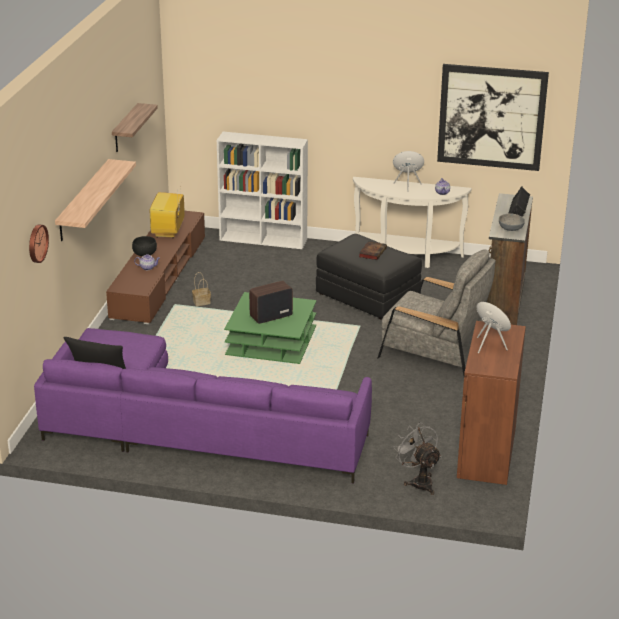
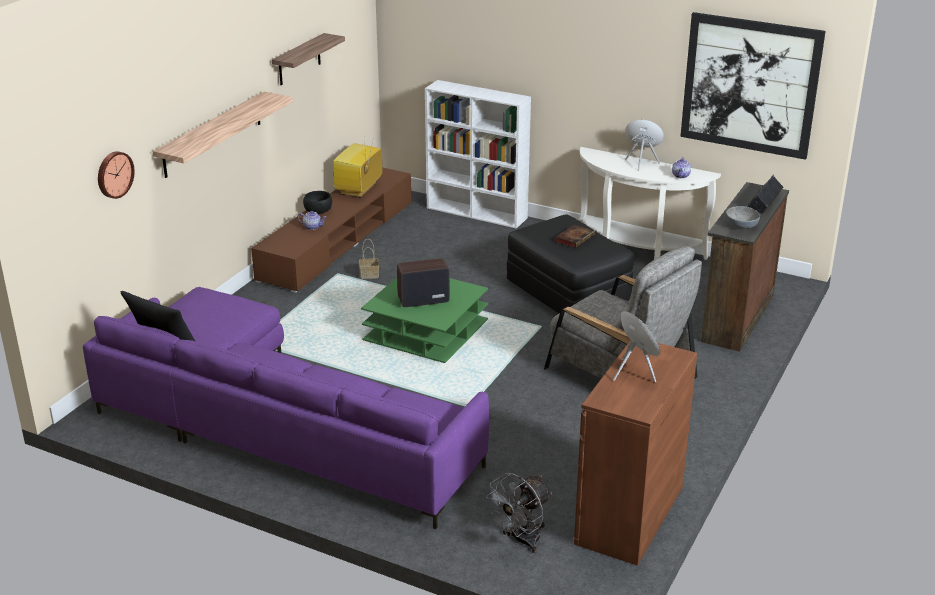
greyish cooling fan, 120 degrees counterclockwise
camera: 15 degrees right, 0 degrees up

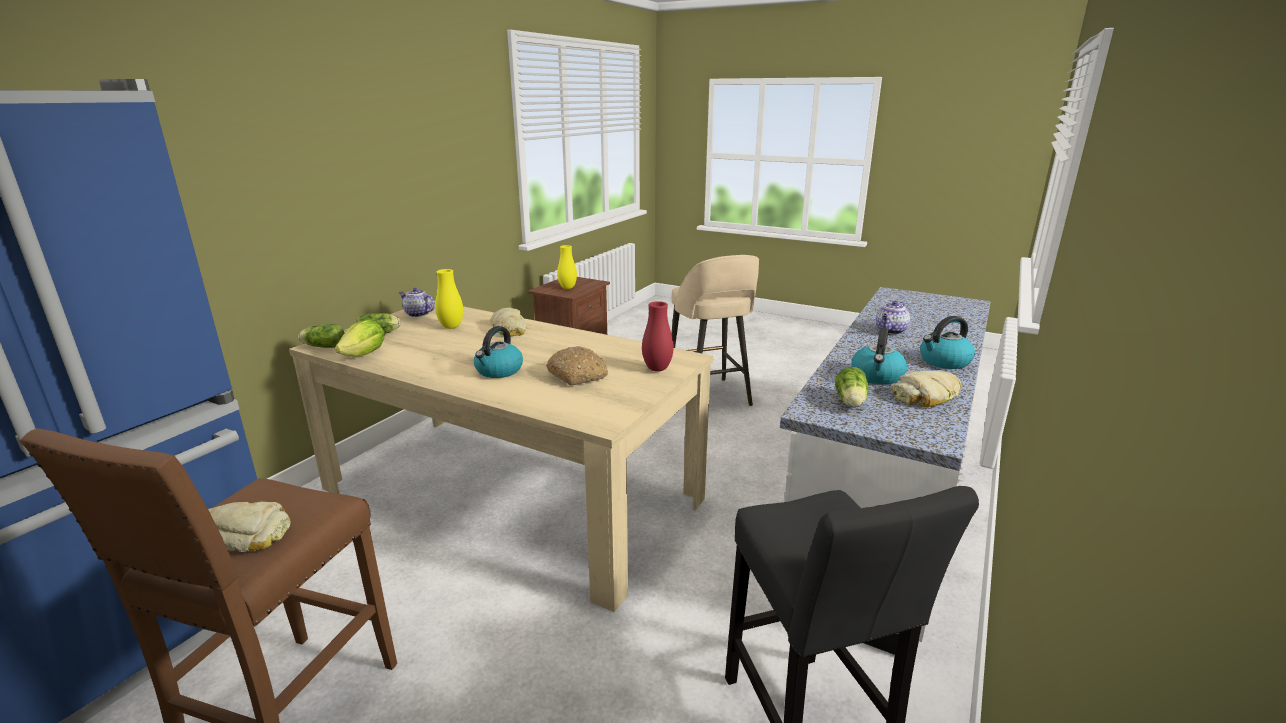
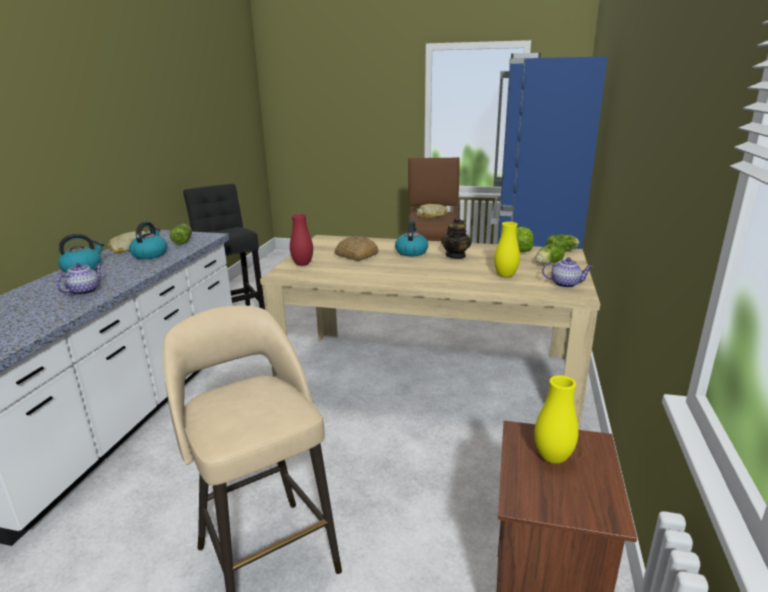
bread (2nd from left) => nothing
nothing => teapot (2nd from left)
camera: 165 degrees right, 0 degrees up

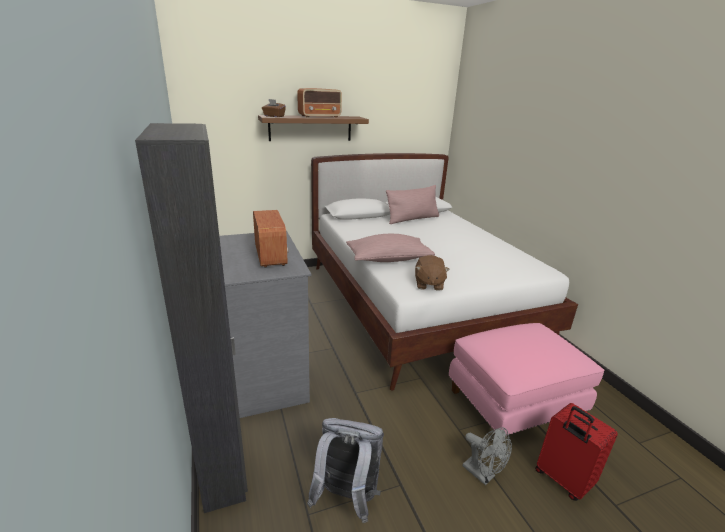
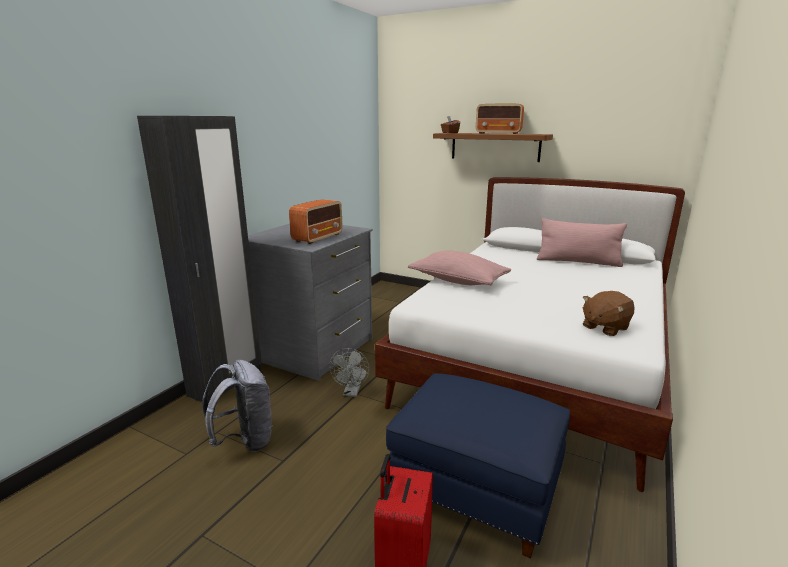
brown plush toy, moved
pink-coloured pouffe => blue pouffe
greyish cooling fan, moved
camera: 50 degrees right, 5 degrees down

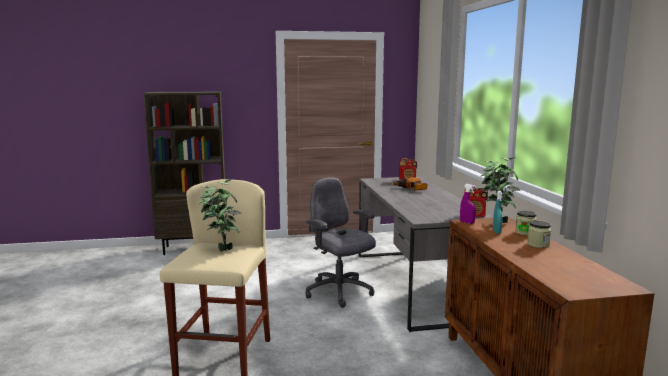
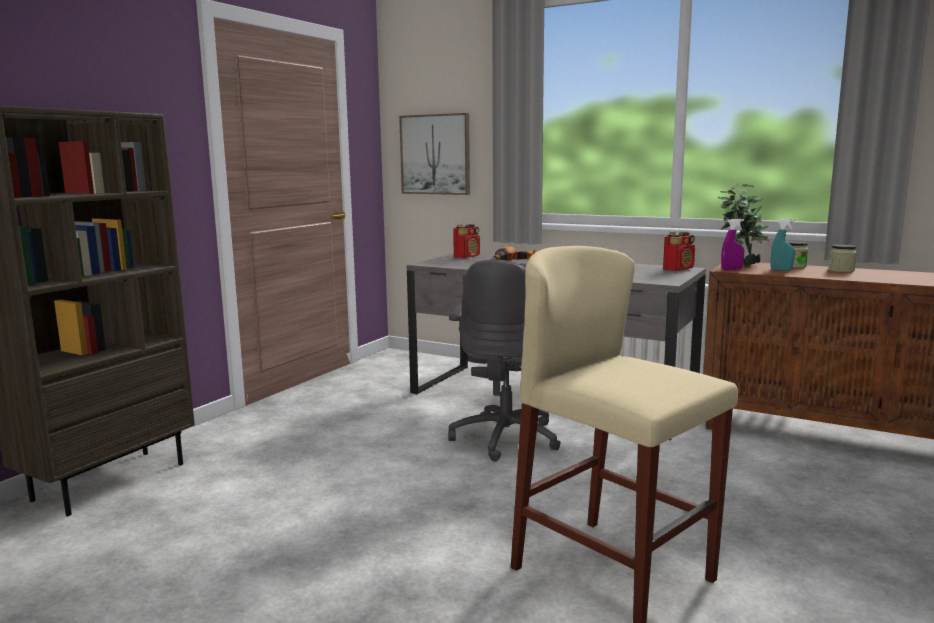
greyish desk chair, 75 degrees counterclockwise
plant in a pot (1st from left) => nothing
nothing => picture
camera: 50 degrees left, 0 degrees up

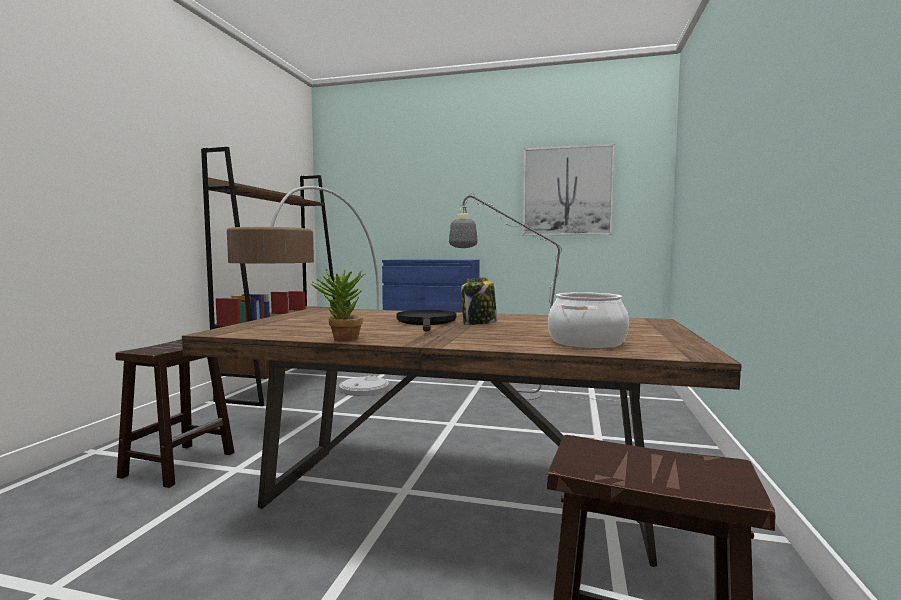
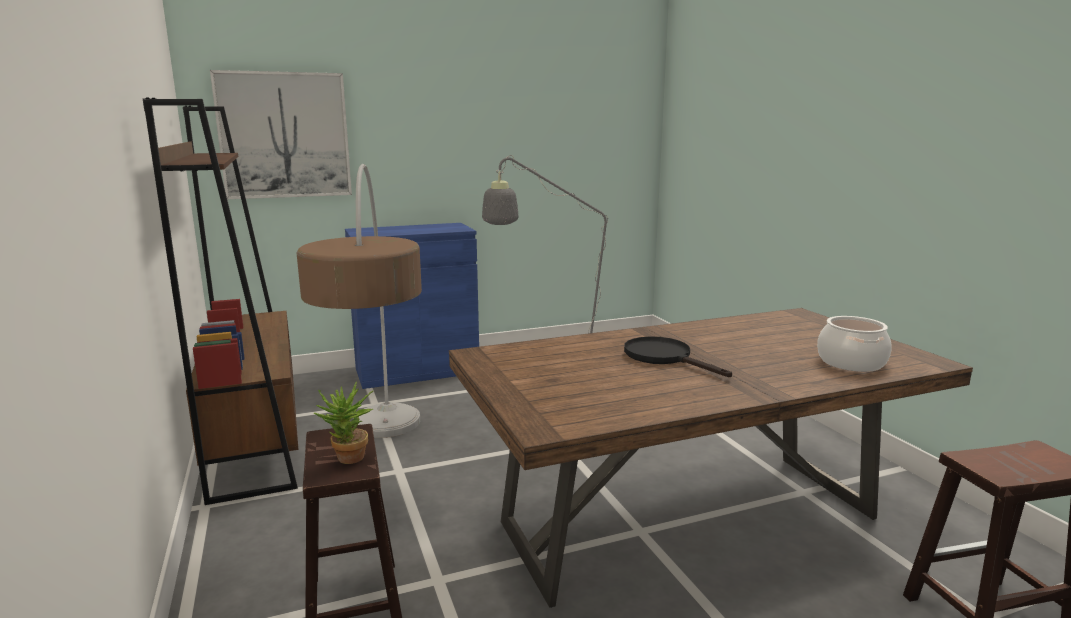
picture, moved
plant in a pot, moved
jar => nothing
camera: 35 degrees left, 10 degrees up

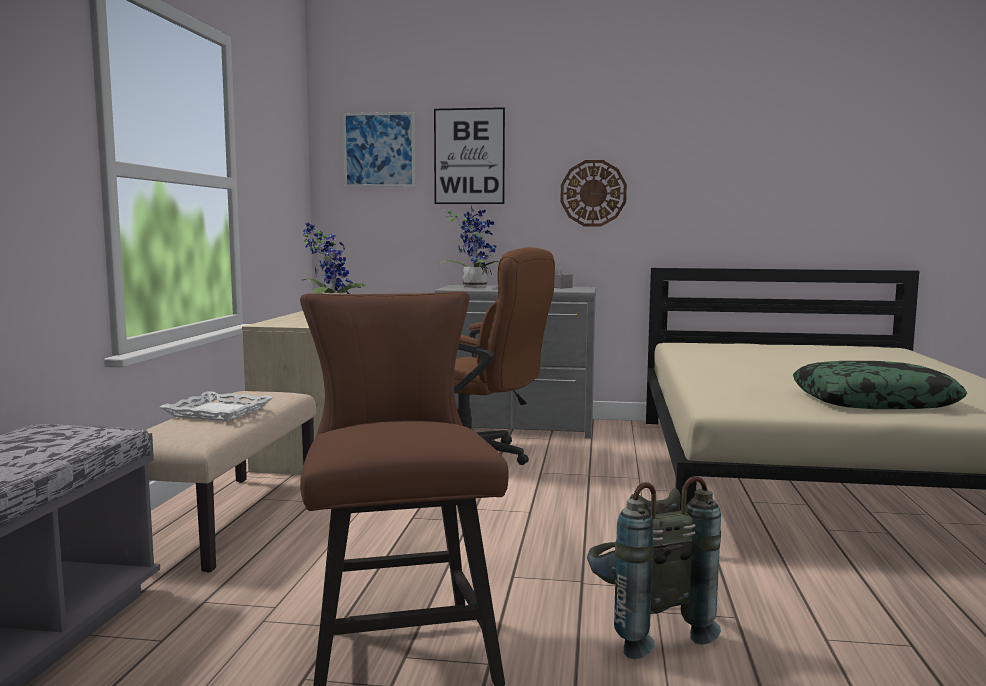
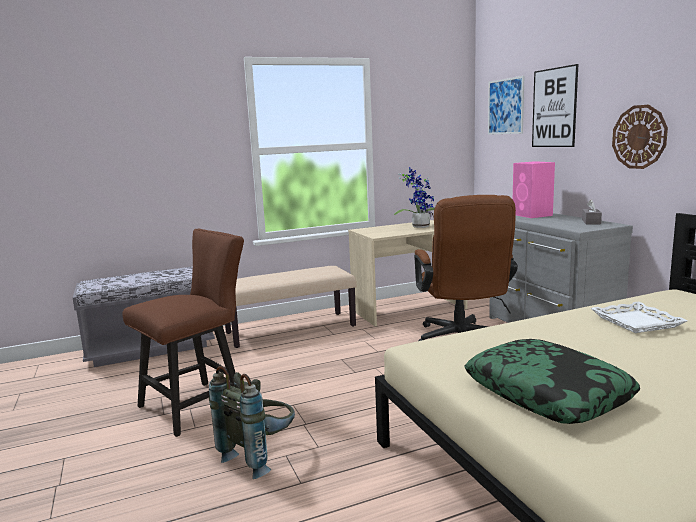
plant in a pot (2nd from left) => pink-coloured speaker
white carrying tray, moved
camera: 60 degrees right, 5 degrees up

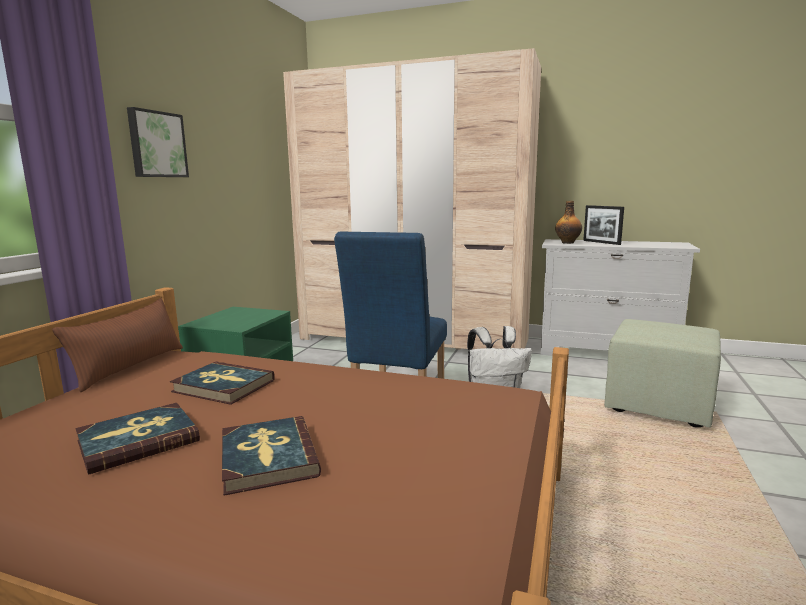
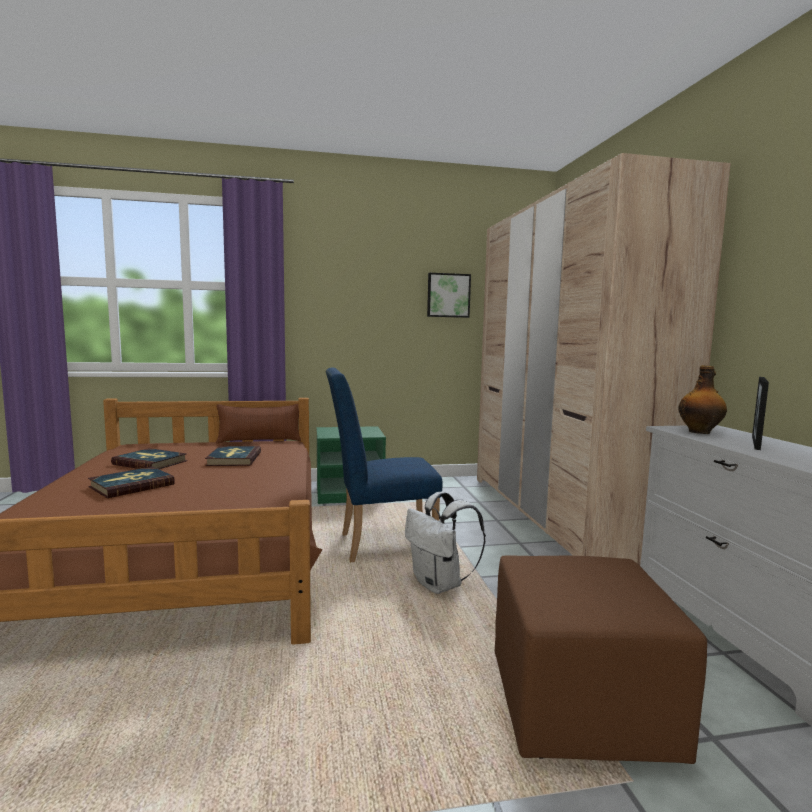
picture, moved
green pouffe => brown pouffe
camera: 60 degrees right, 5 degrees down

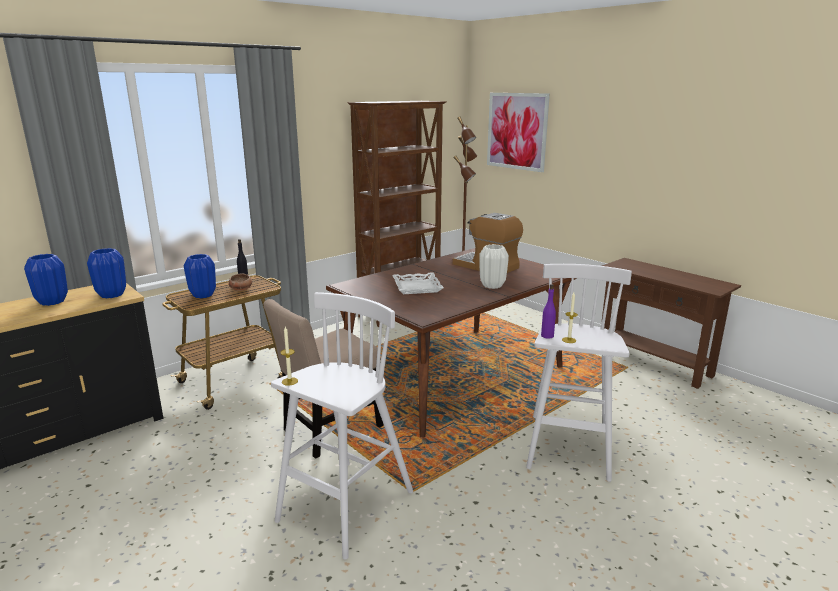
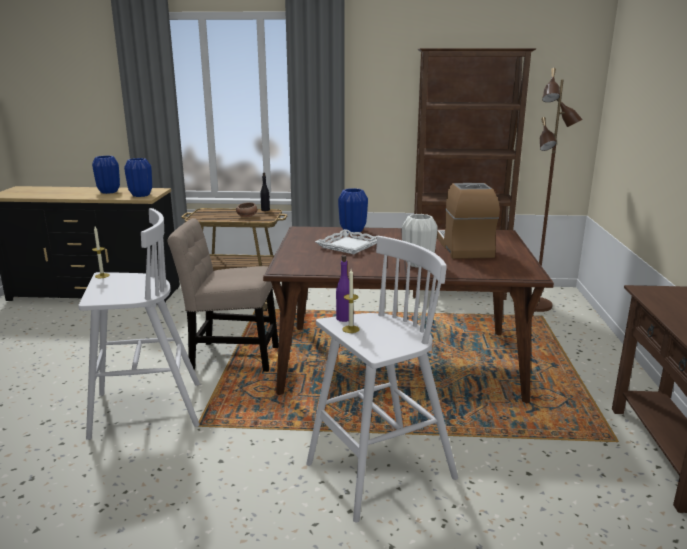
picture => nothing
blue flower vase (3rd from left), moved
camera: 45 degrees right, 0 degrees up

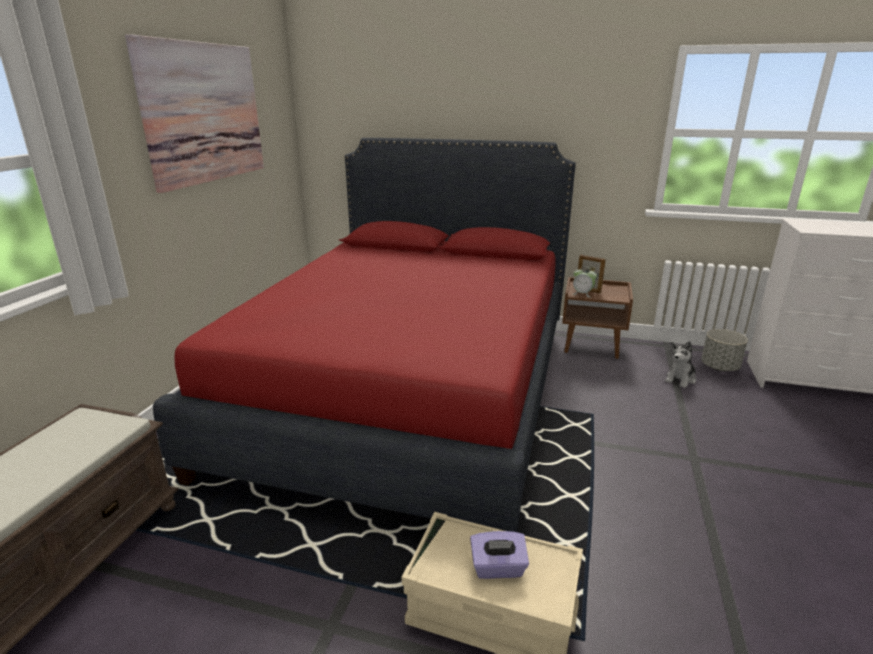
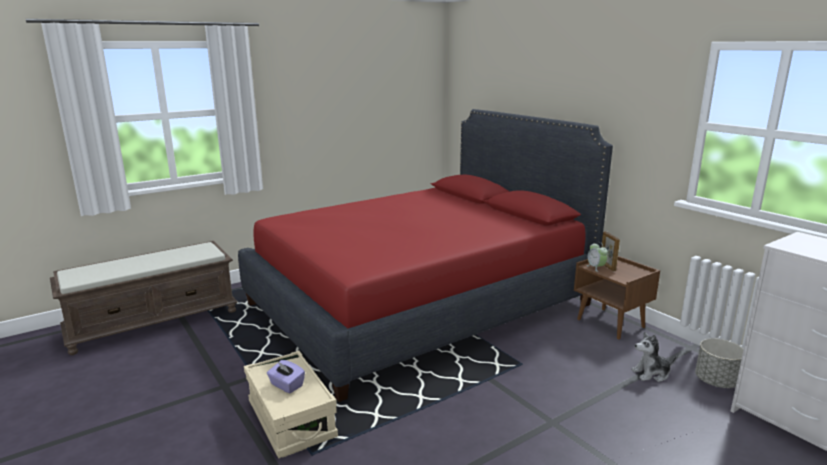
picture => nothing
camera: 40 degrees right, 5 degrees down

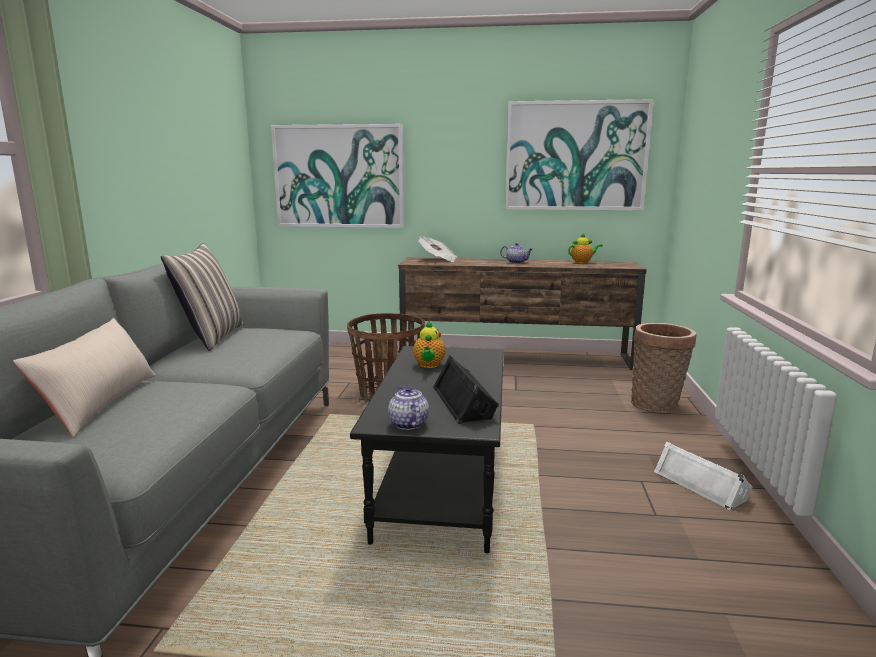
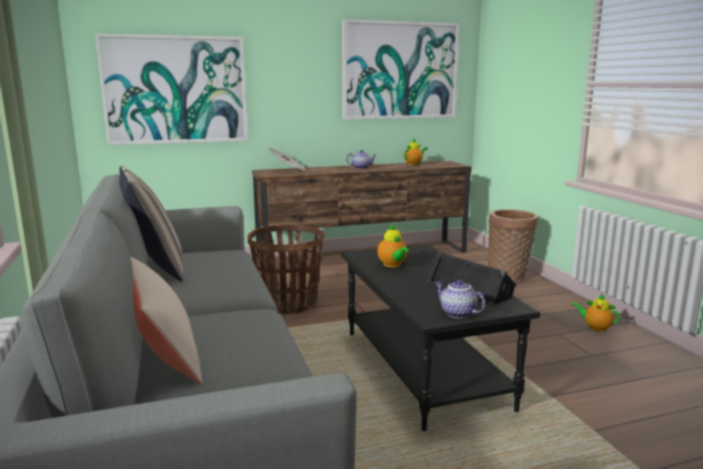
white speaker => teapot (5th from left)
camera: 25 degrees left, 0 degrees up

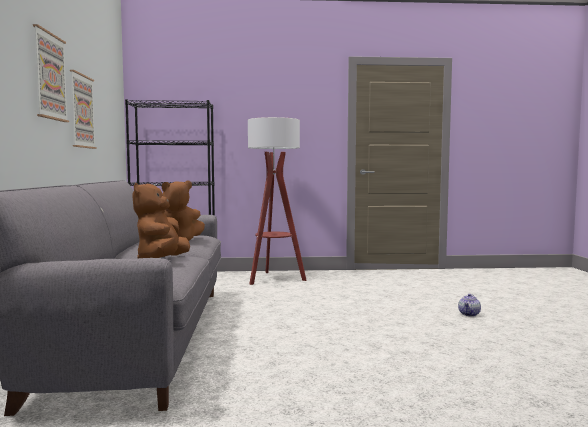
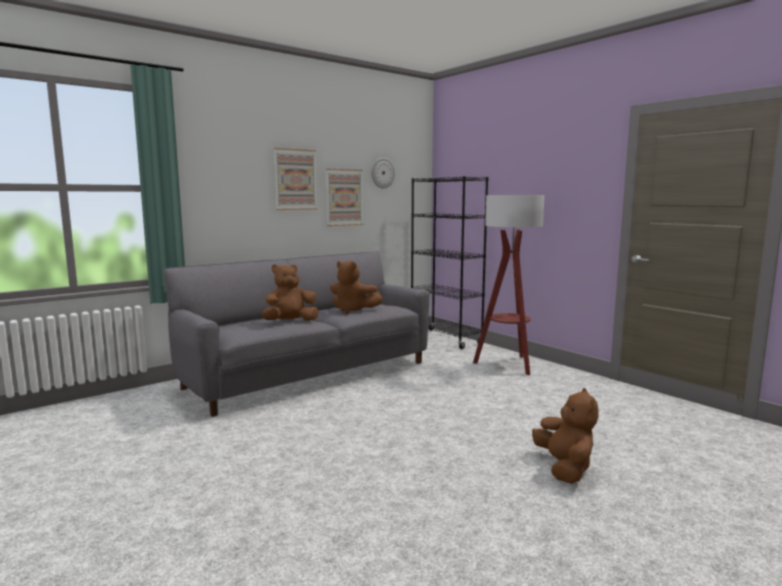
teapot => brown plush toy (3rd from left)
nothing => clock on the wall
camera: 55 degrees right, 5 degrees up

